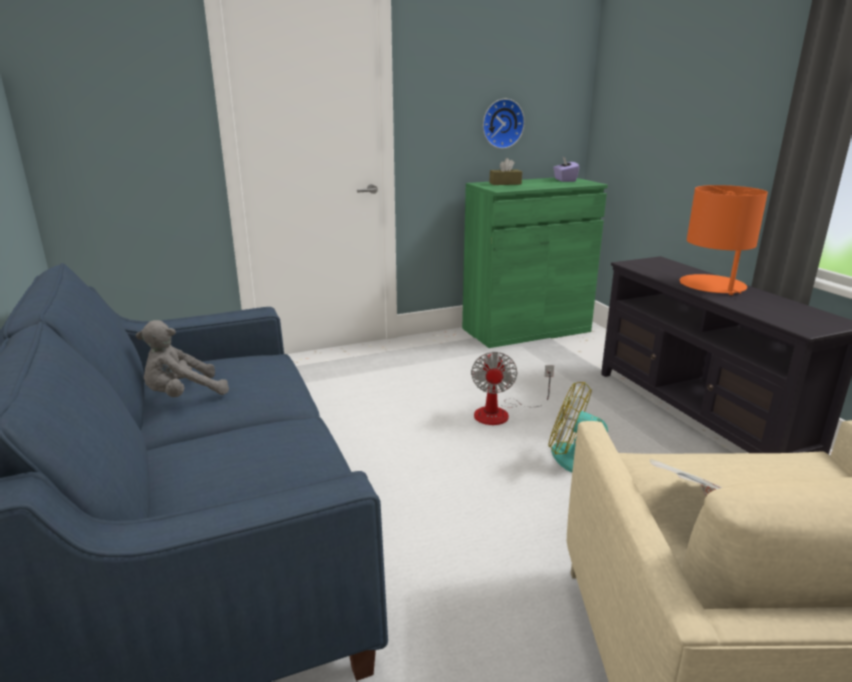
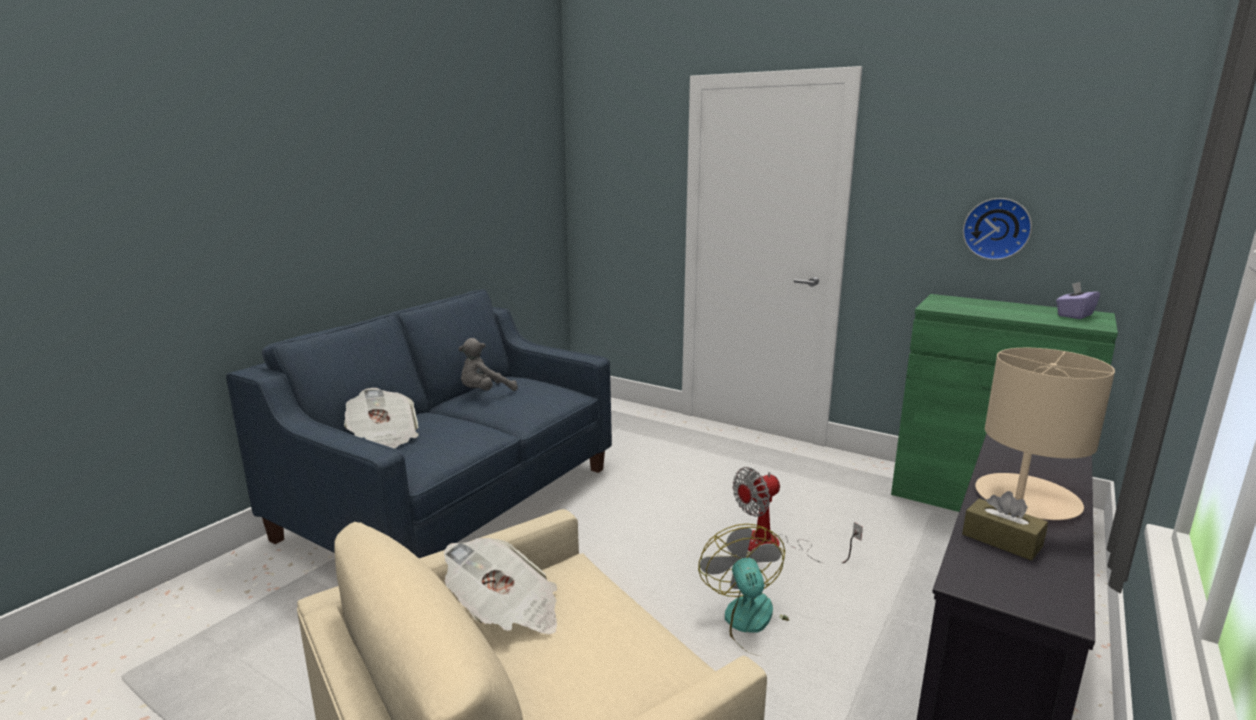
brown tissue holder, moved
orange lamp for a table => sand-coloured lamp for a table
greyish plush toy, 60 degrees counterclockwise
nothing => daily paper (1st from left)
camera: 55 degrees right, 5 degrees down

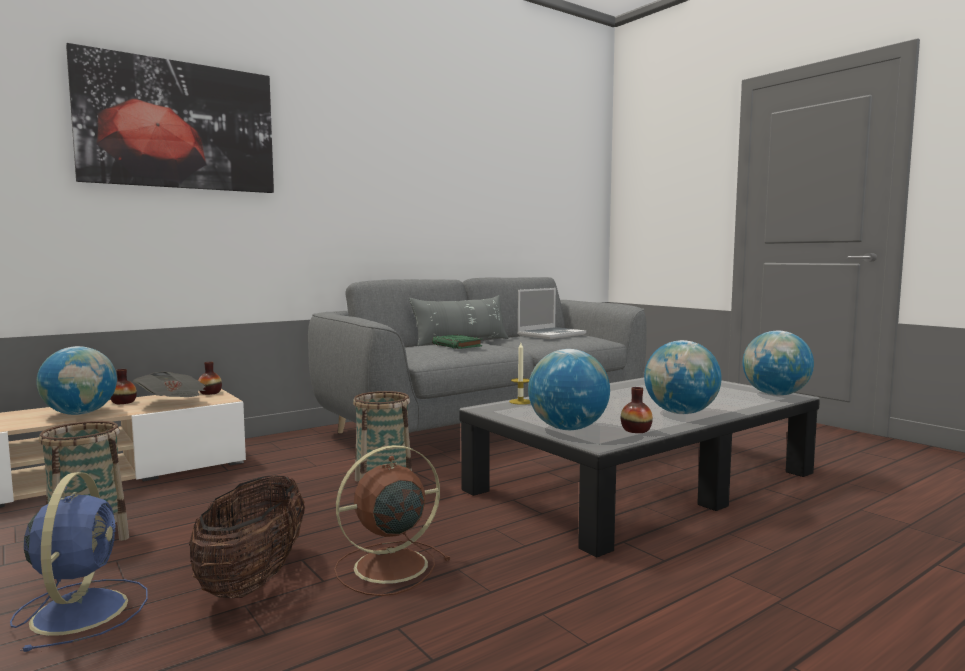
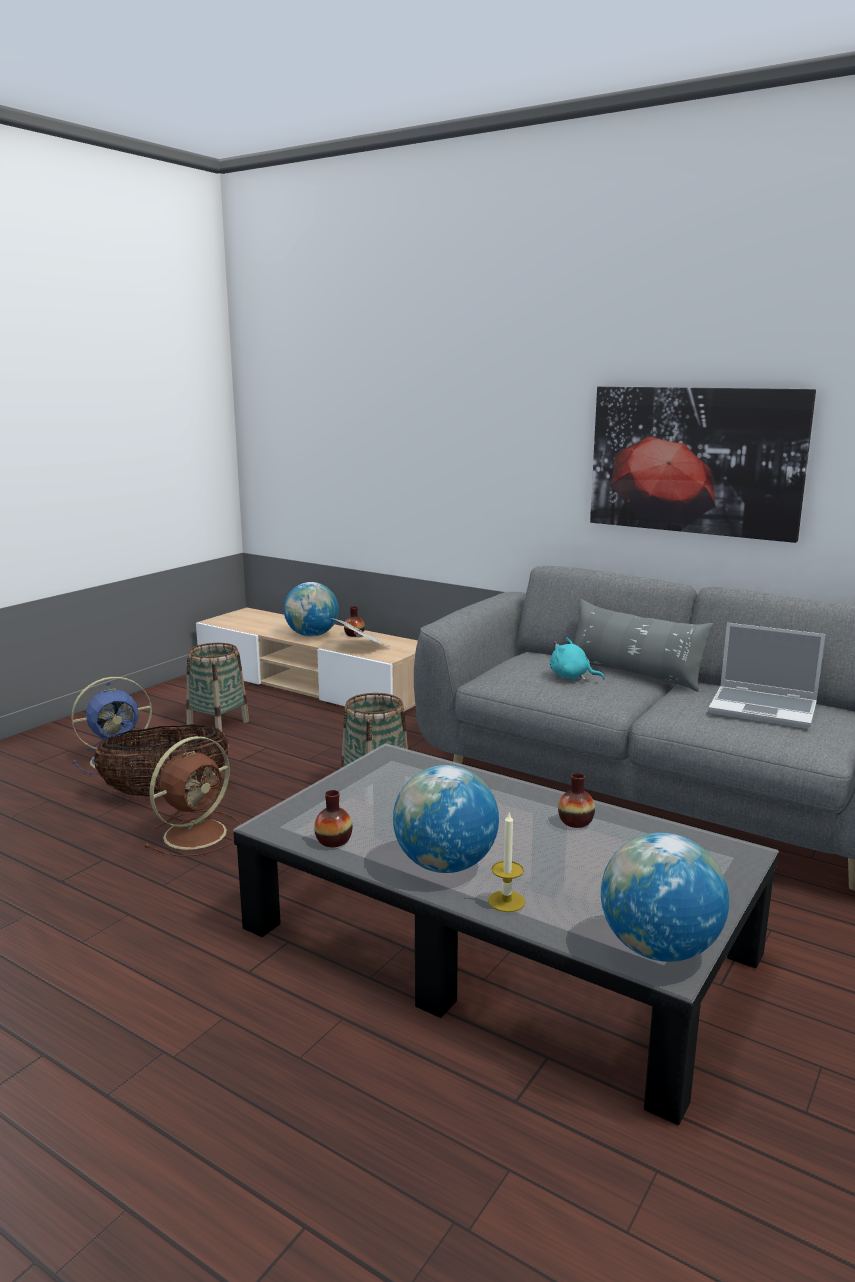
picture, moved
green volume => turquoise plush toy
wax light, moved
desk globe (2nd from left) => nothing
flower vase (2nd from left in the first image) => flower vase (3rd from left), moved
brown cooling fan, 90 degrees clockwise
camera: 70 degrees right, 10 degrees up

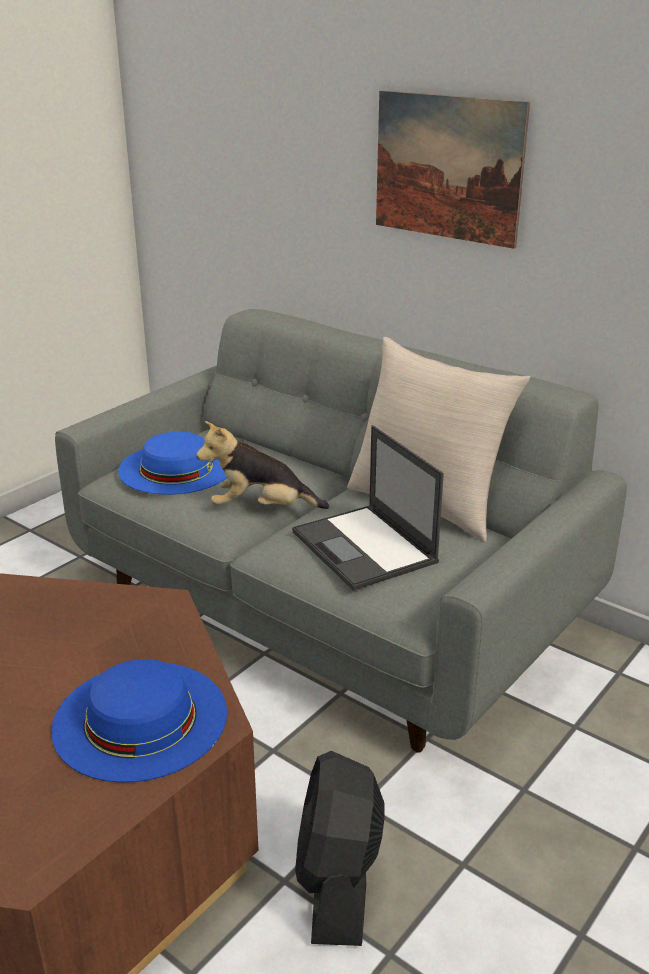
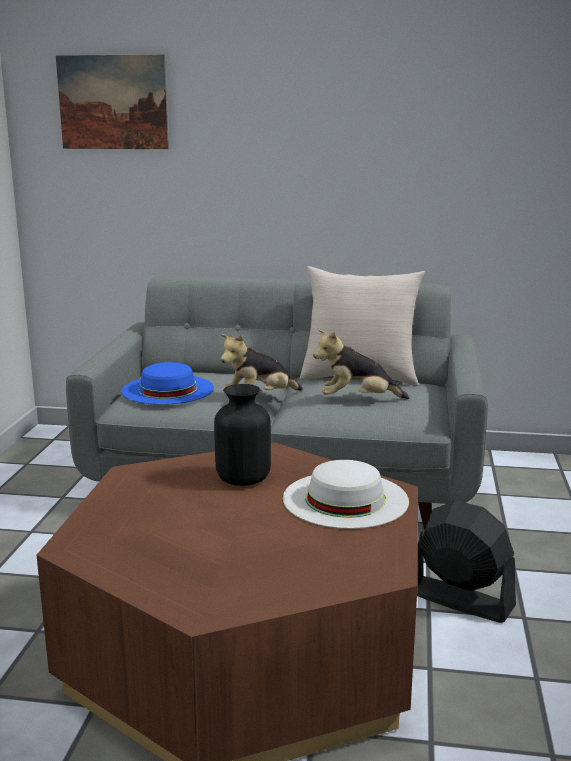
picture, moved
portable computer => plush toy (2nd from left)
blue wearable hat (1st from left) => white wearable hat
black cooling fan, 150 degrees clockwise
nothing => black flower vase
camera: 30 degrees left, 10 degrees down

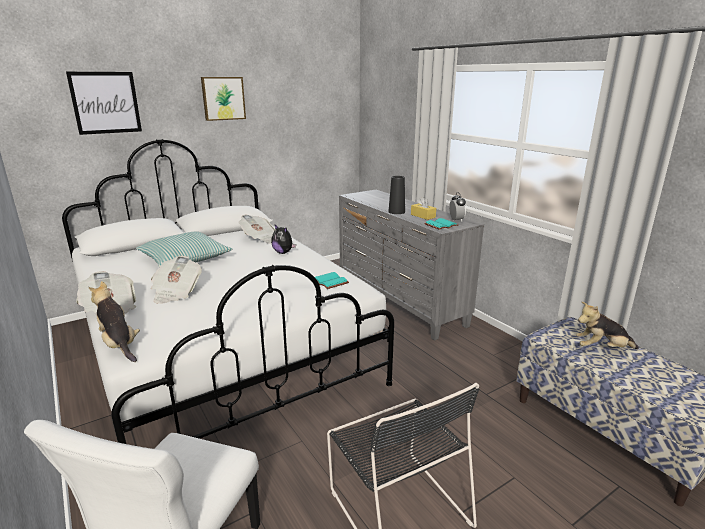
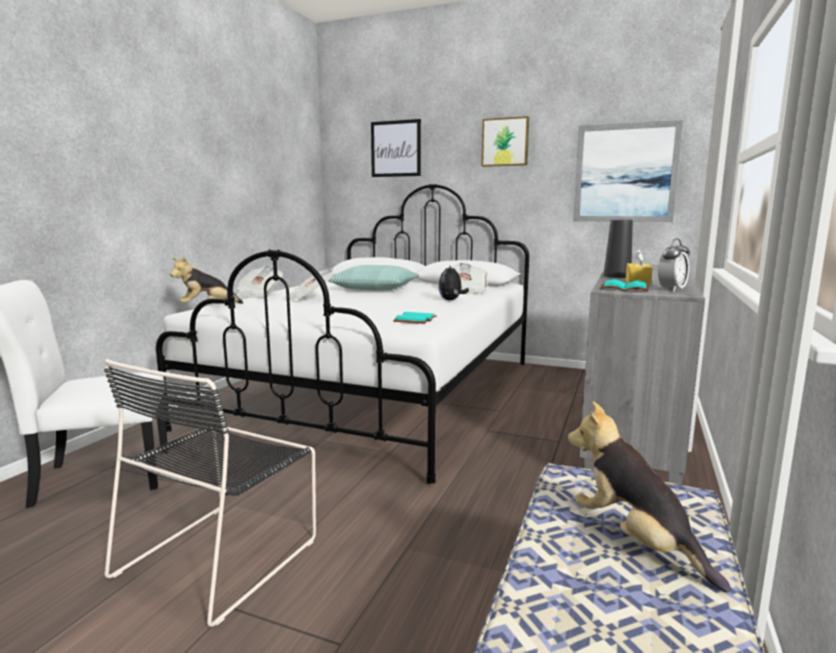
plush toy (1st from left), 135 degrees counterclockwise
nothing => picture (3rd from left)
camera: 55 degrees right, 10 degrees down

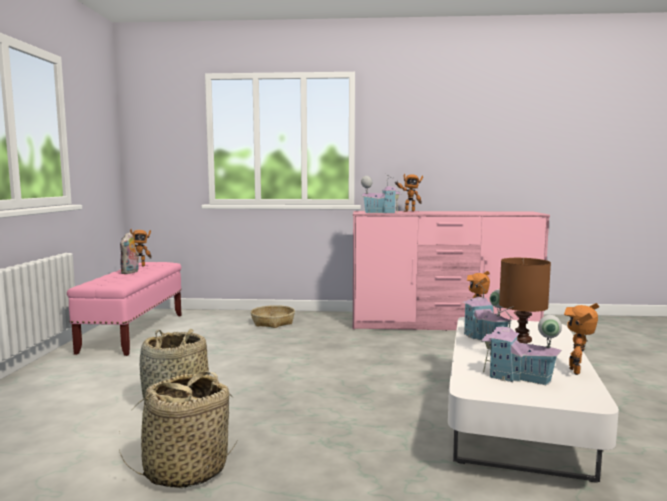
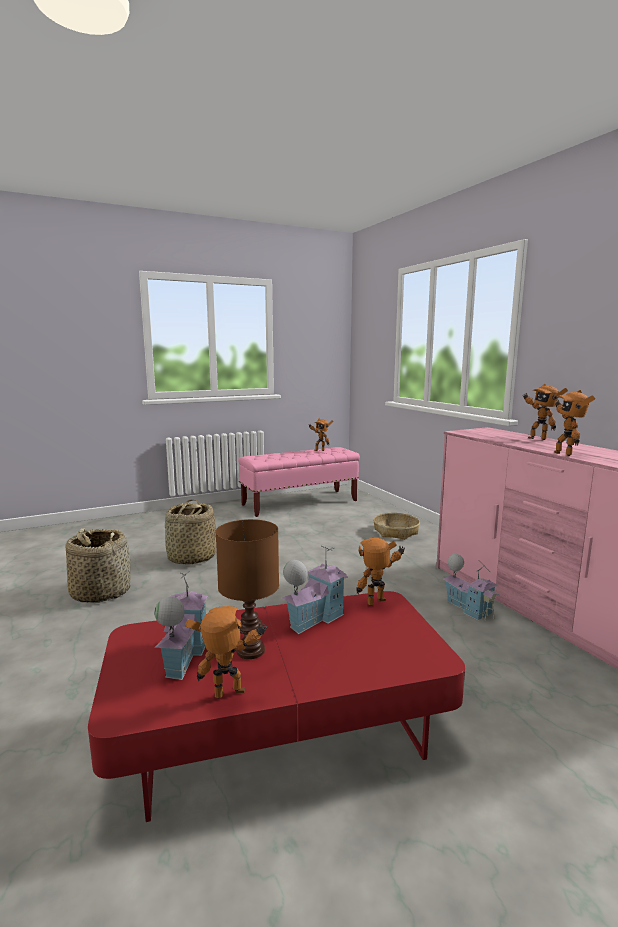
miniature house (1st from left in the first image) => miniature house (3rd from left), moved
plush toy => nothing
white coffee table => reddish coffee table
nothing => model robot (5th from left)
camera: 60 degrees right, 5 degrees up

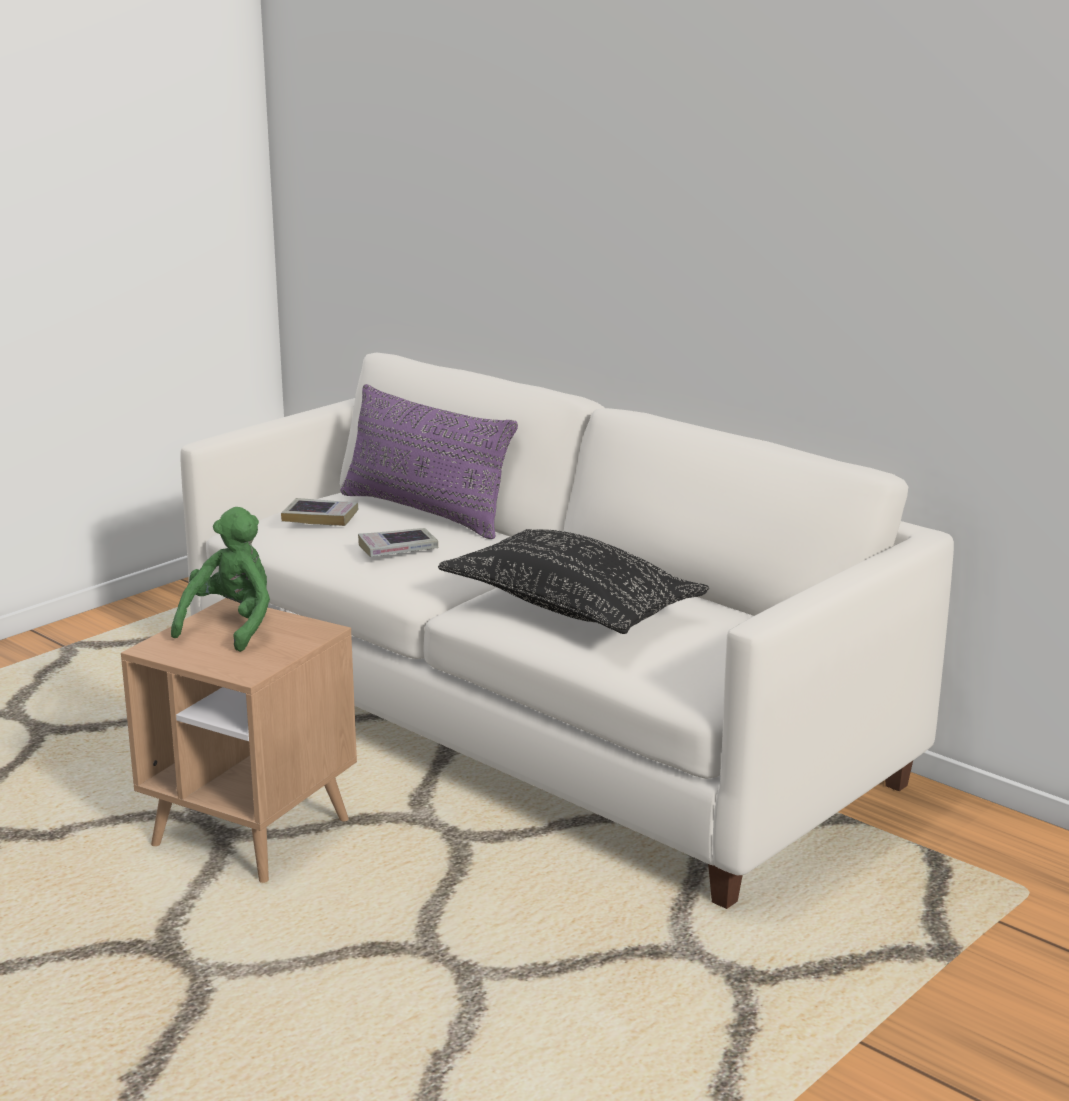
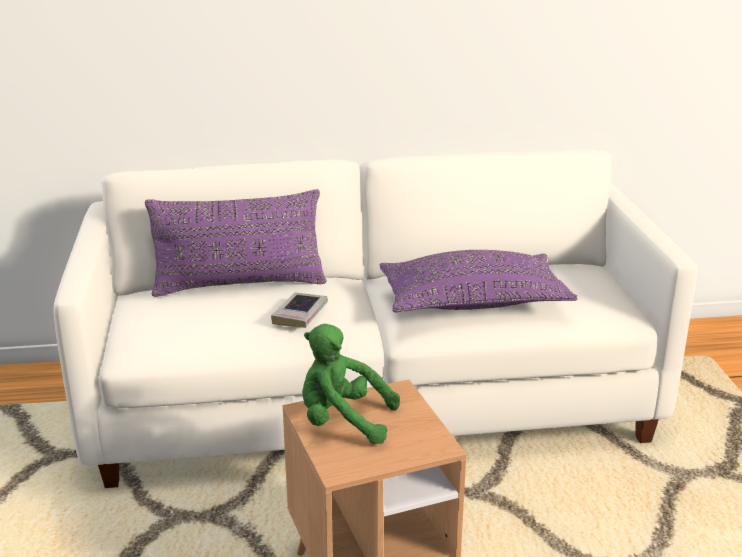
volume (1st from left) => nothing
green plush toy, 45 degrees counterclockwise
black cushion => purple-coloured cushion (2nd from left)
camera: 50 degrees left, 5 degrees up

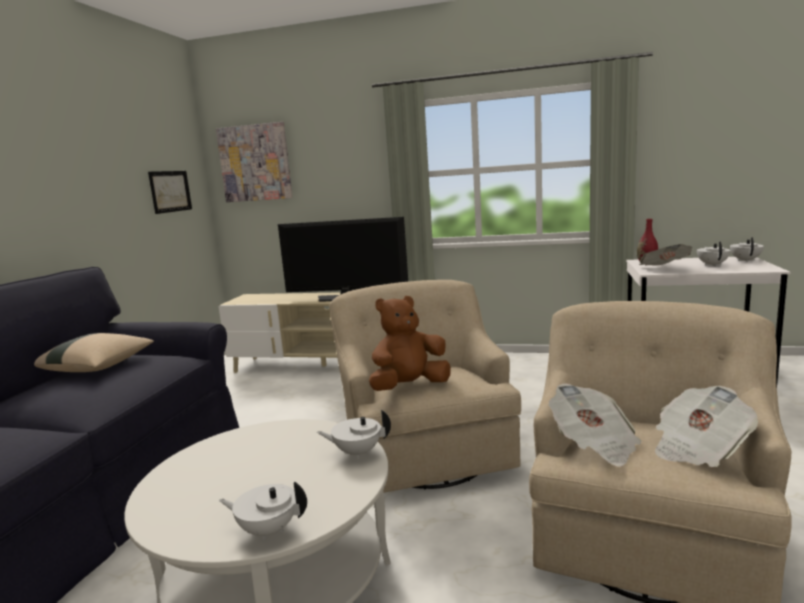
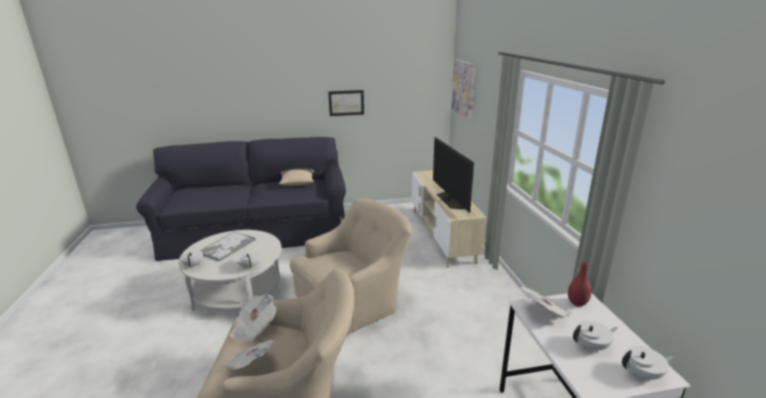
picture (1st from left), moved
brown plush toy => nothing
nothing => carrying tray
camera: 65 degrees right, 10 degrees up

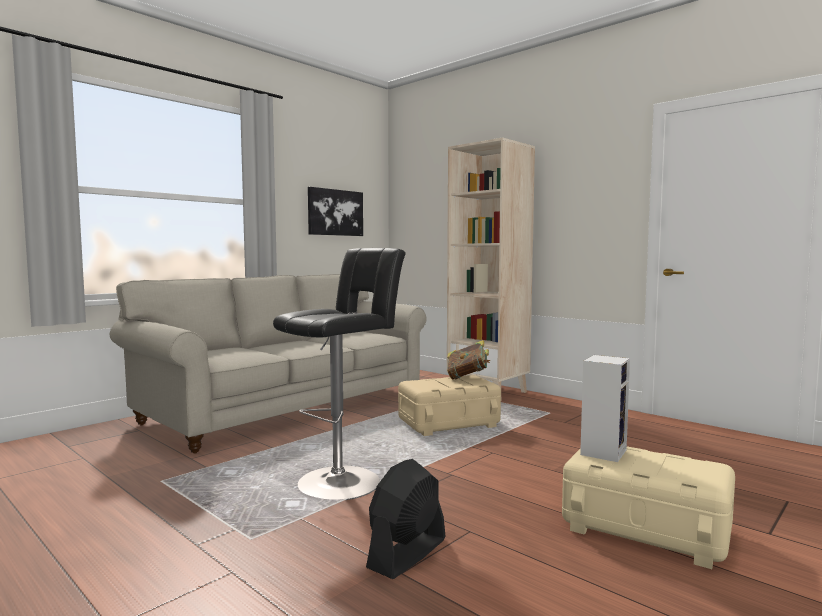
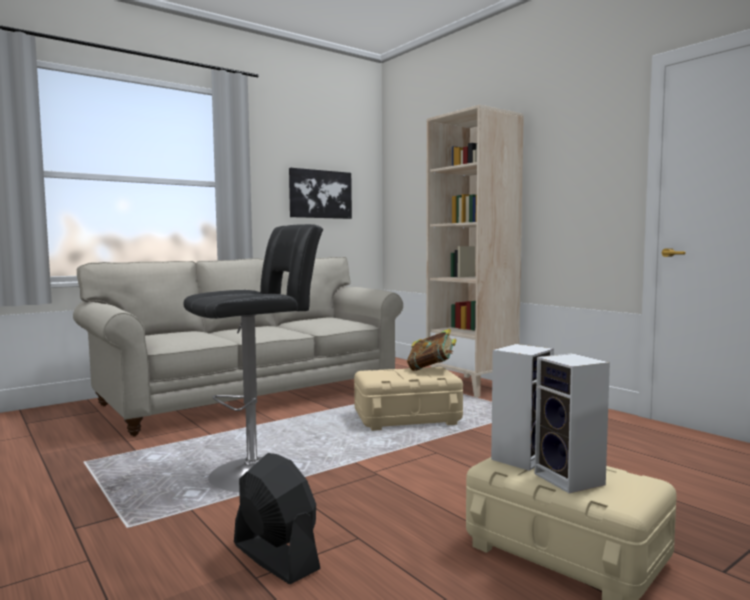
black cooling fan, 90 degrees clockwise
nothing => speaker (2nd from left)
camera: 10 degrees right, 0 degrees up

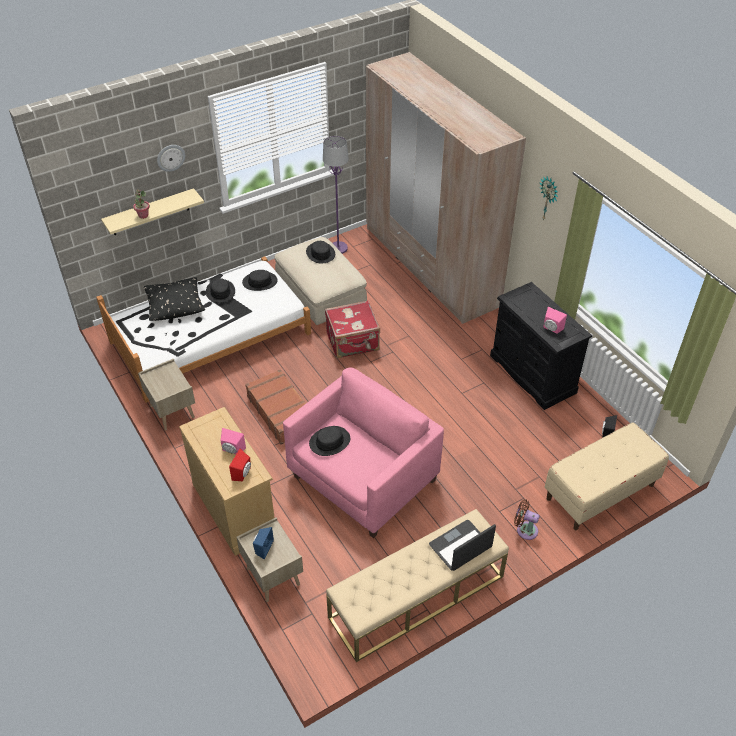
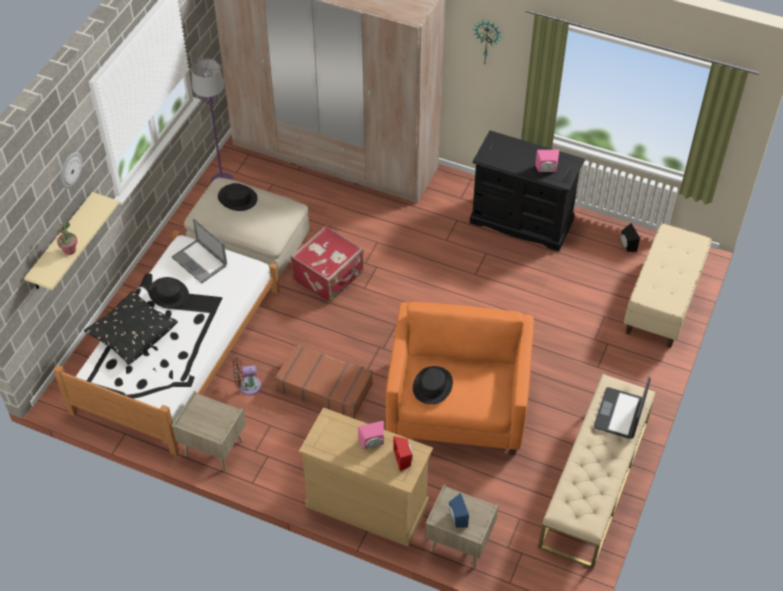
black wearable hat (2nd from left) => portable computer (1st from left)
pink-coloured easy chair => orange easy chair
brown cooling fan, moved
camera: 35 degrees left, 5 degrees up

